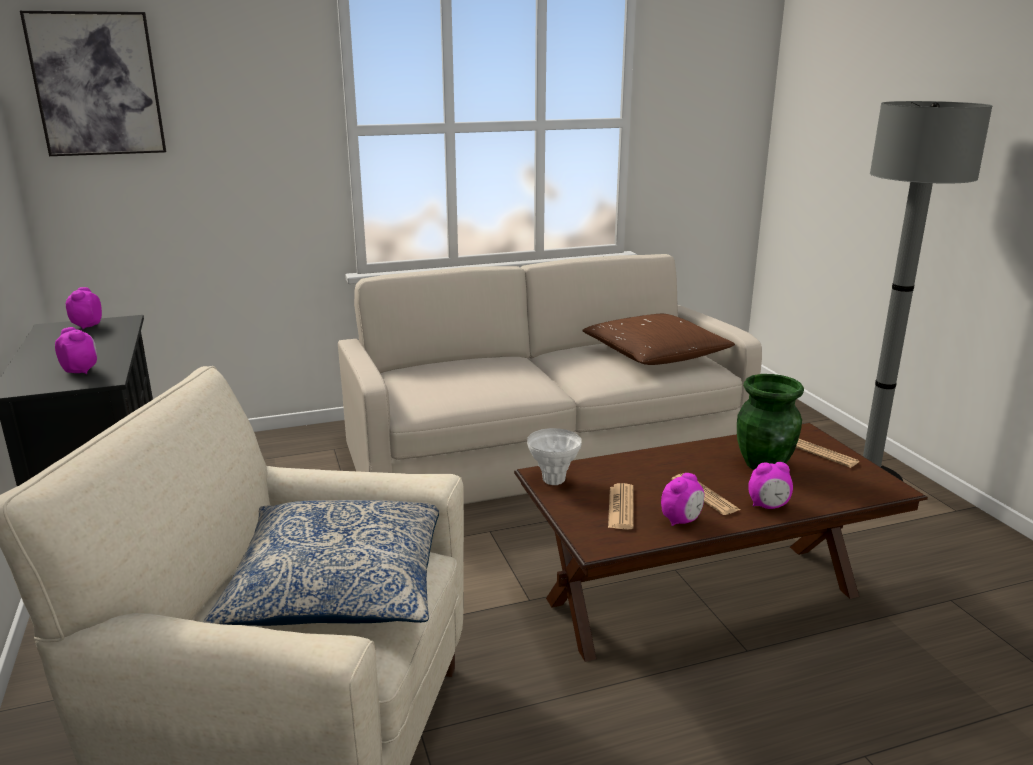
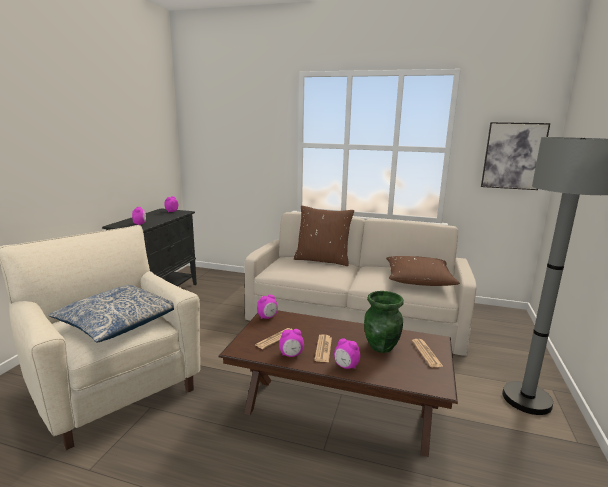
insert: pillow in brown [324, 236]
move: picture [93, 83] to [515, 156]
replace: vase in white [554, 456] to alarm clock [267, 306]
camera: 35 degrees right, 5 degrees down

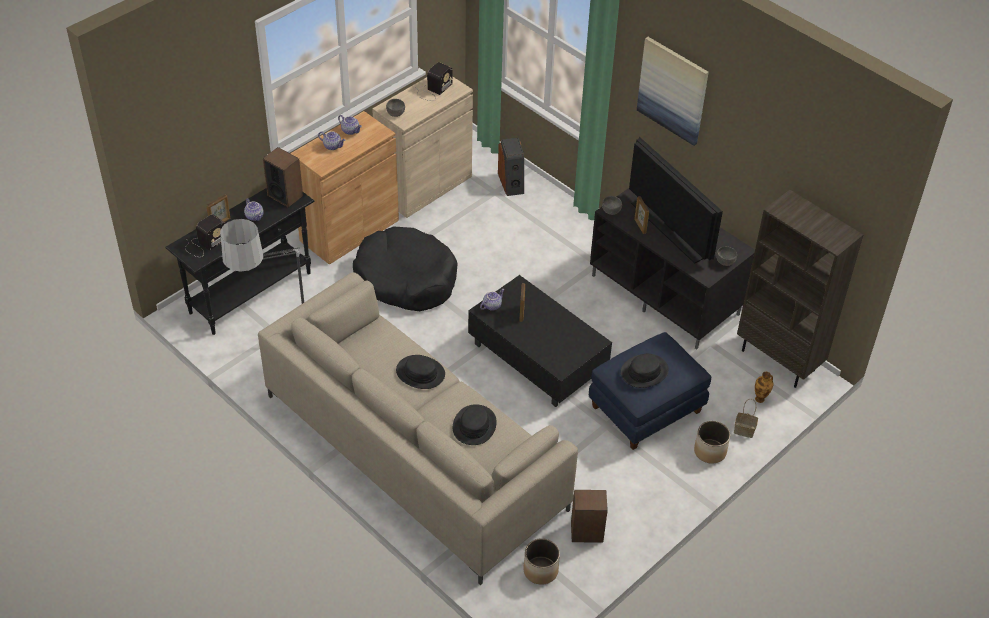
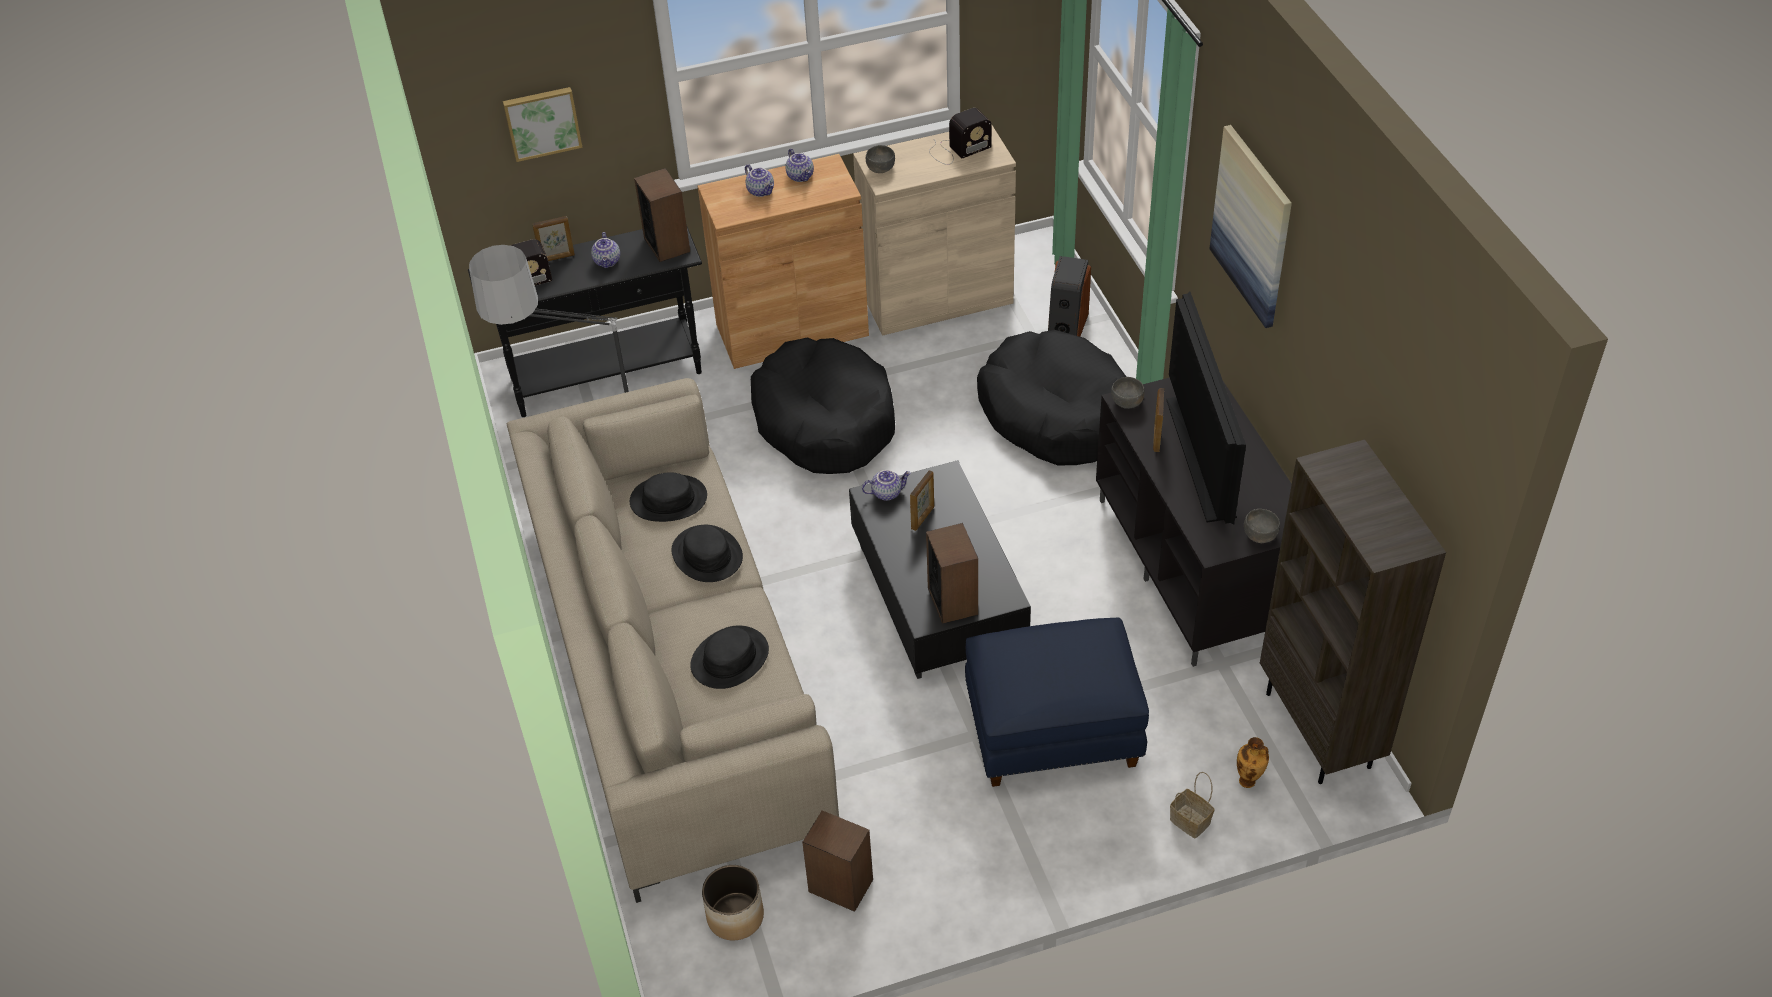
delete: planter [712, 442]
insert: picture [542, 124]; speaker [952, 573]; dog bed in black [1051, 397]
move: hat in black [645, 371] to [668, 497]
camera: 30 degrees right, 0 degrees up

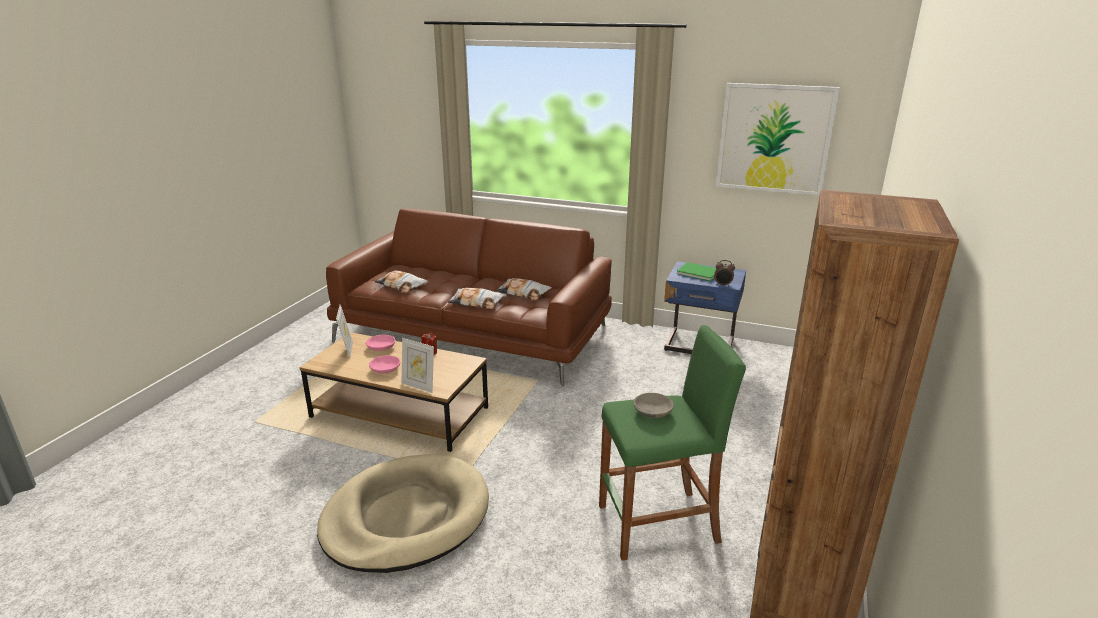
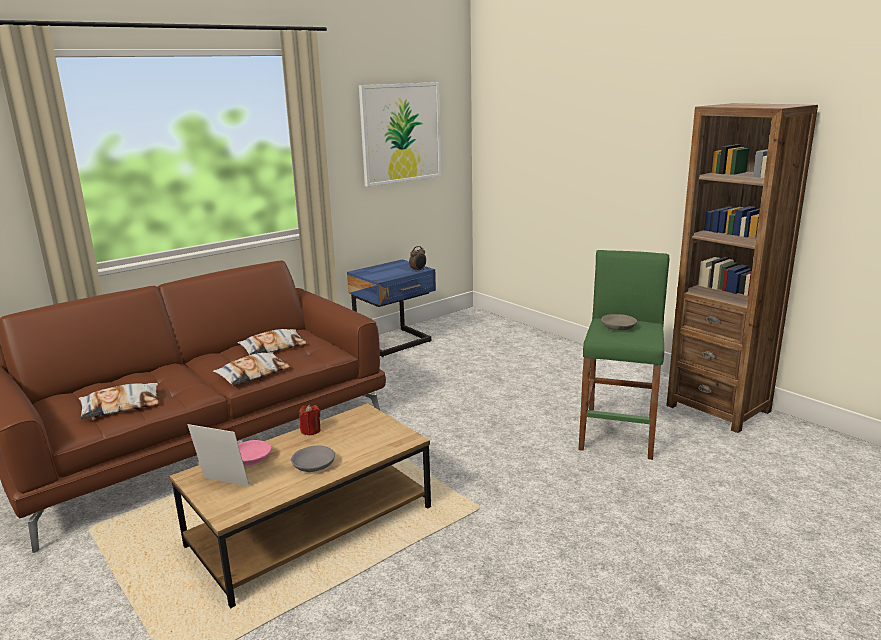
delete: dog bed in beige [403, 513]; picture frame [418, 365]; book in green [696, 271]
recolor: bowl in pink [385, 364] to bowl in grey [313, 459]
camera: 60 degrees left, 5 degrees down

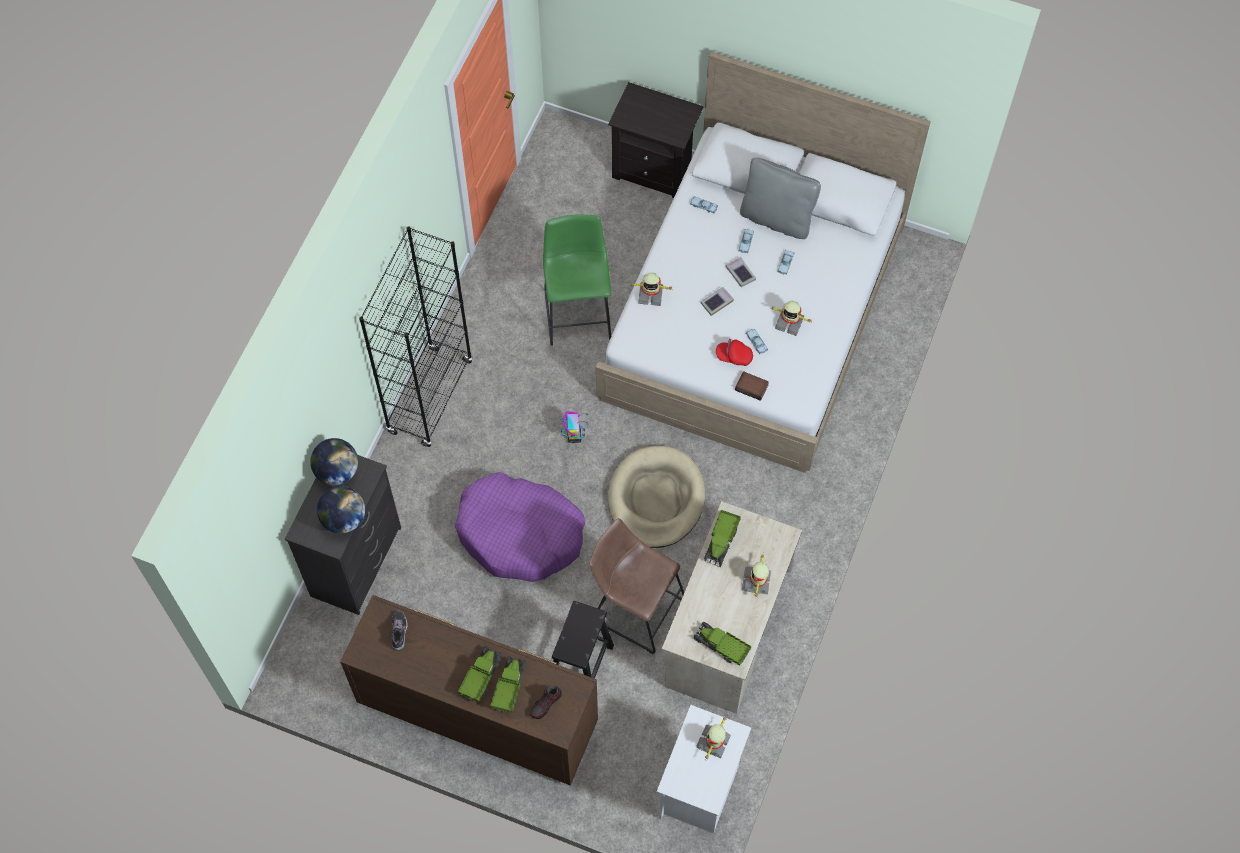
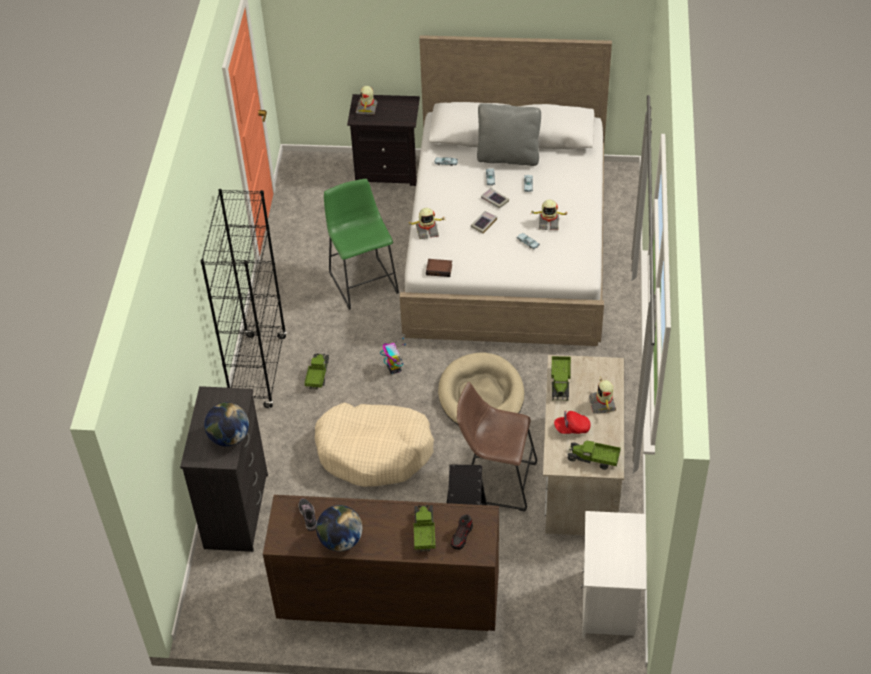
move: globe [334, 461] to [339, 528]; toy truck [480, 674] to [316, 371]; toy robot [713, 737] to [367, 100]; cap in red [734, 352] to [572, 422]; book [752, 386] to [439, 268]
recolor: dog bed in purple [520, 527] to dog bed in beige [374, 445]
camera: 15 degrees left, 15 degrees down

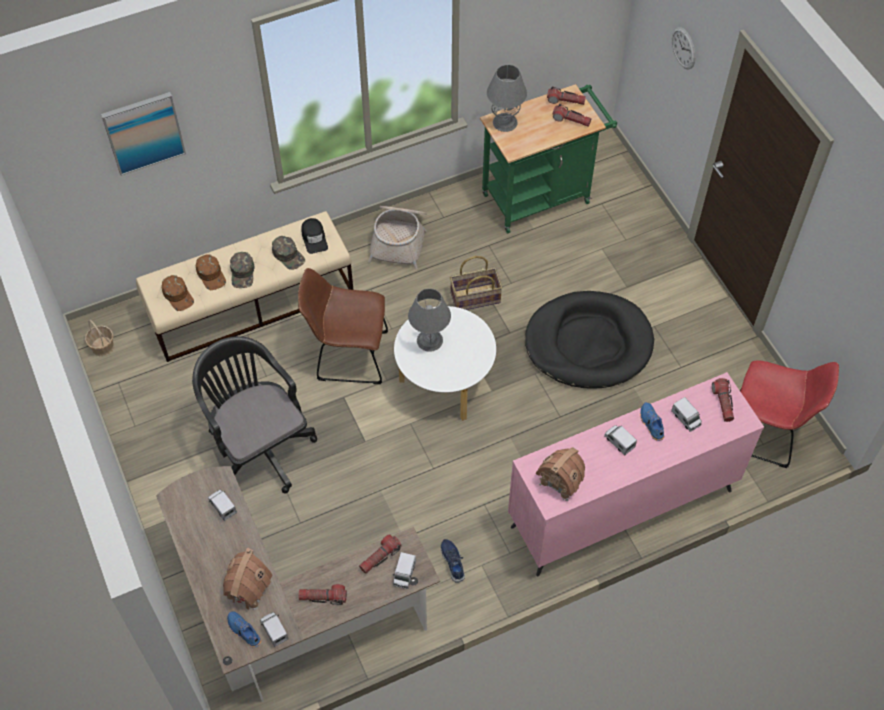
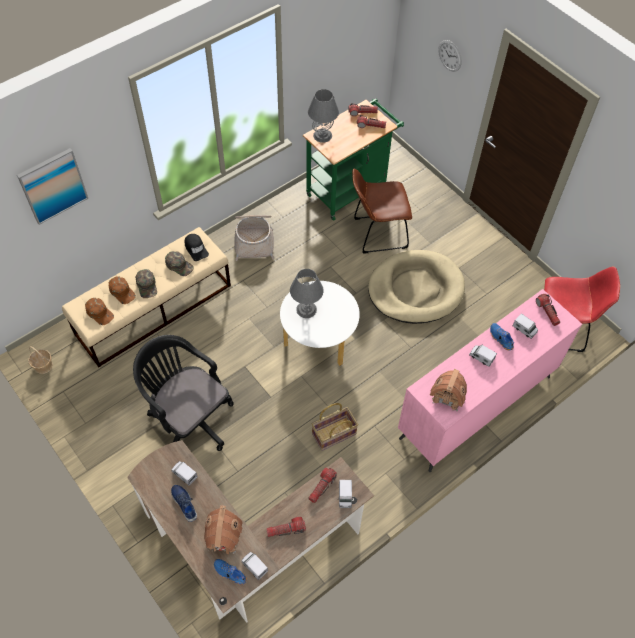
move: chair in brown [343, 326] to [382, 211]; shoe in blue [453, 561] to [184, 503]; basket [476, 283] to [335, 427]
recolor: dog bed in black [589, 340] to dog bed in beige [416, 287]
camera: 15 degrees left, 0 degrees up

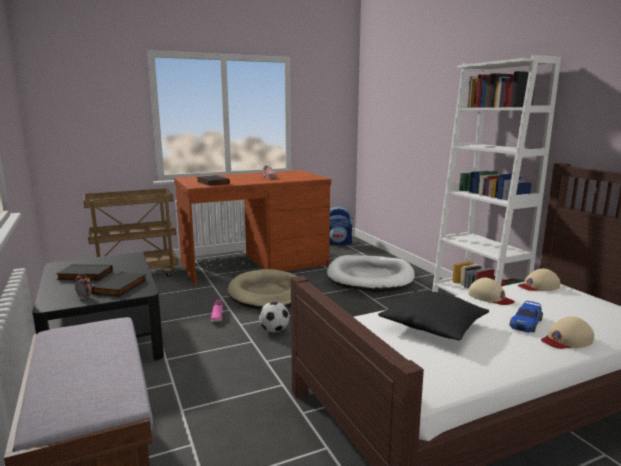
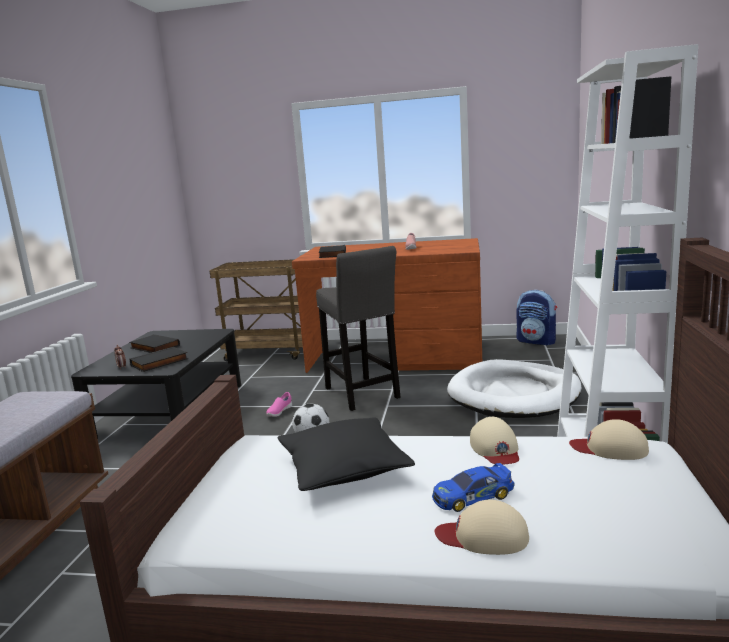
replace: dog bed in beige [262, 289] to stool in grey [358, 328]
camera: 35 degrees right, 0 degrees up

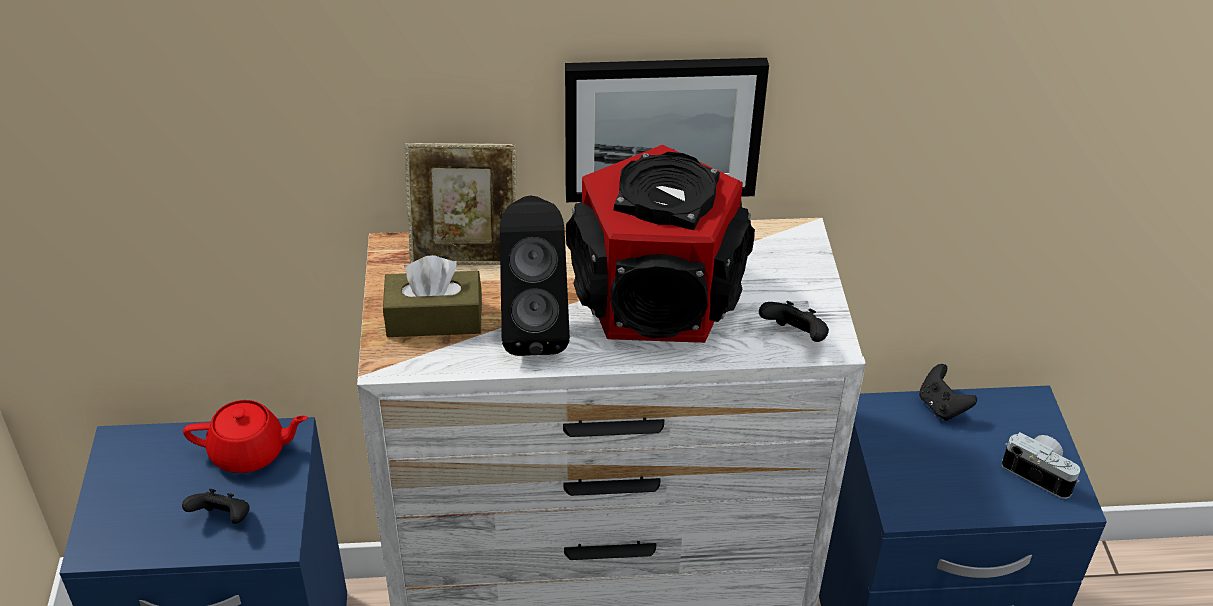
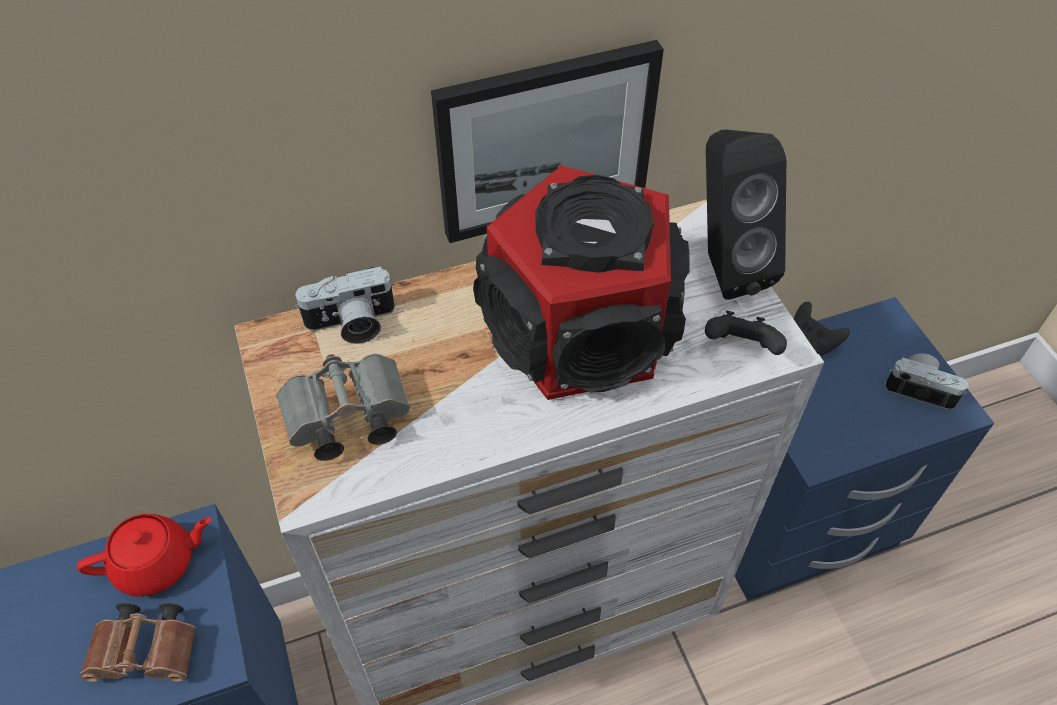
move: speaker in black [535, 275] to [746, 215]
replace: game controller in black [216, 506] to binoculars in brown [138, 642]; tissue box in brown [432, 296] to binoculars in grey [343, 407]; picture frame [460, 204] to photo camera [345, 305]
camera: 15 degrees left, 10 degrees up

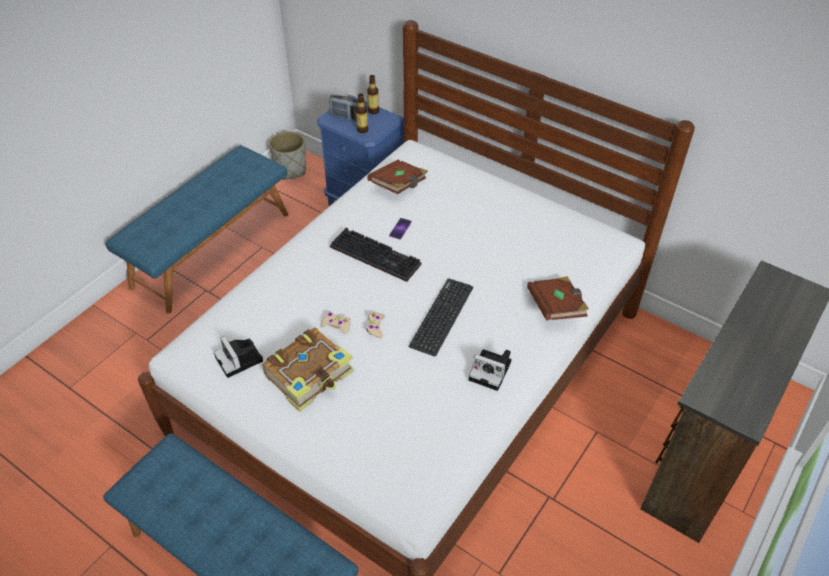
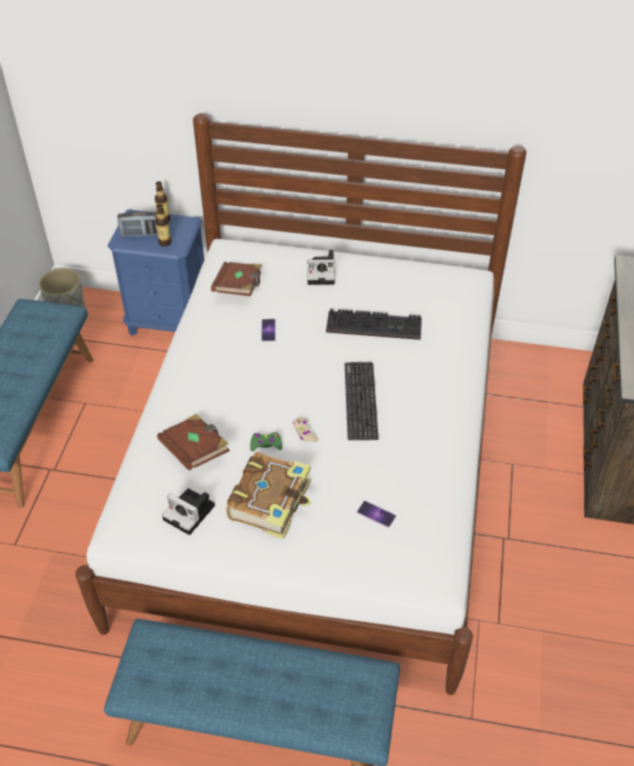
insert: phone [376, 514]
move: keyboard [376, 255] to [374, 324]; photo camera [490, 370] to [321, 267]; book in brown [558, 298] to [193, 442]
recolor: game controller in beige [335, 323] to game controller in green [266, 441]
camera: 25 degrees left, 0 degrees up

